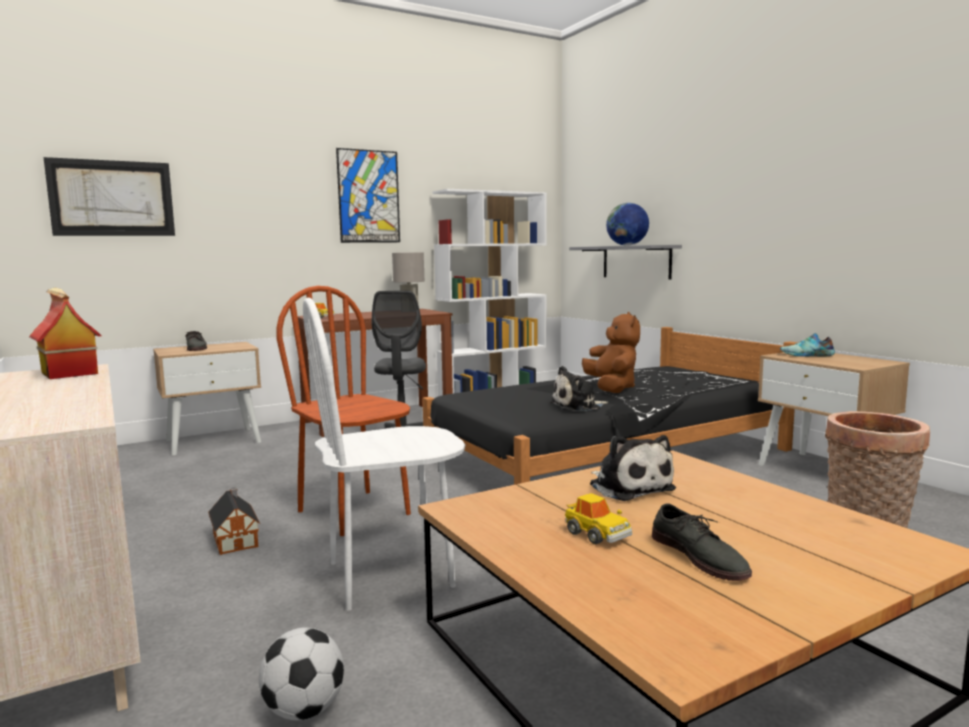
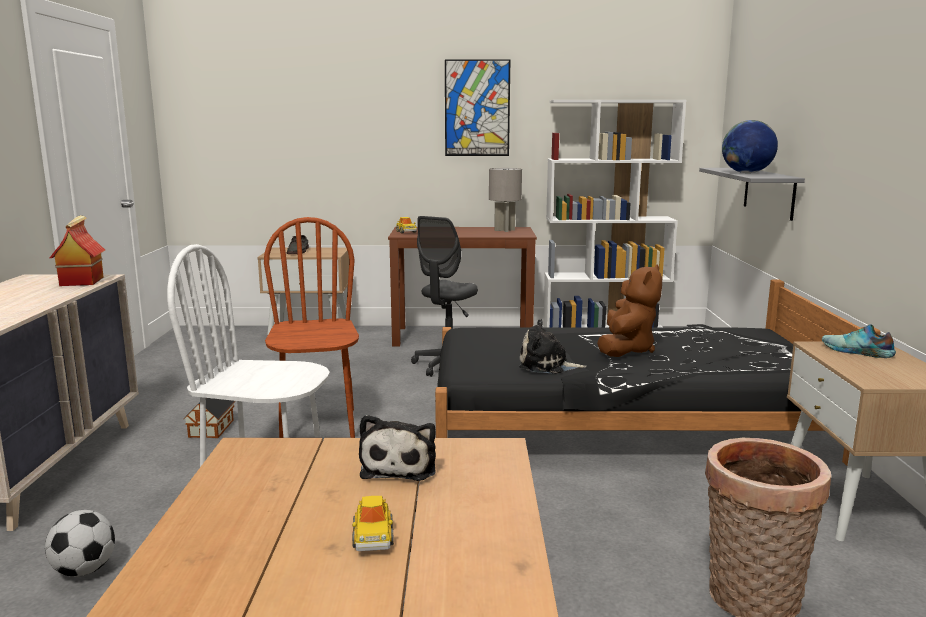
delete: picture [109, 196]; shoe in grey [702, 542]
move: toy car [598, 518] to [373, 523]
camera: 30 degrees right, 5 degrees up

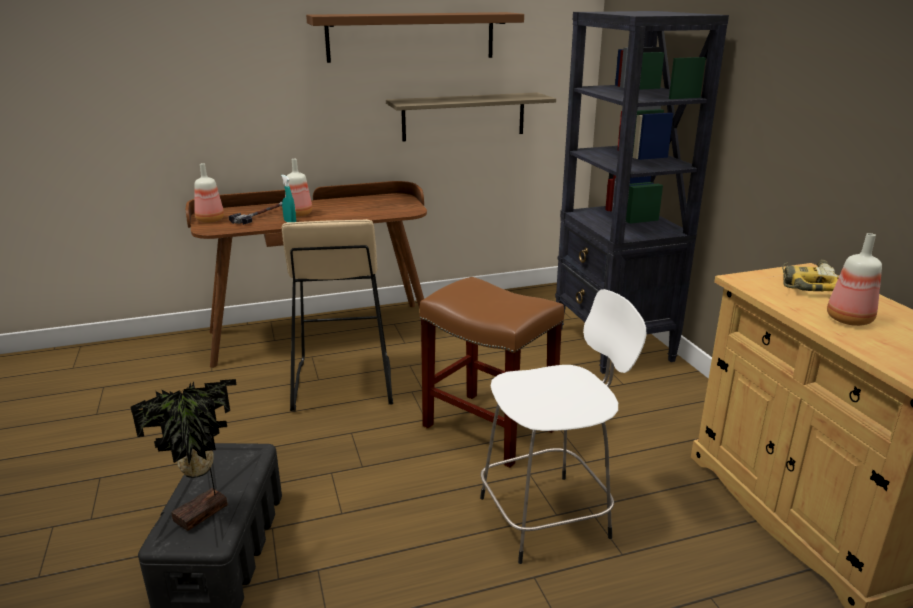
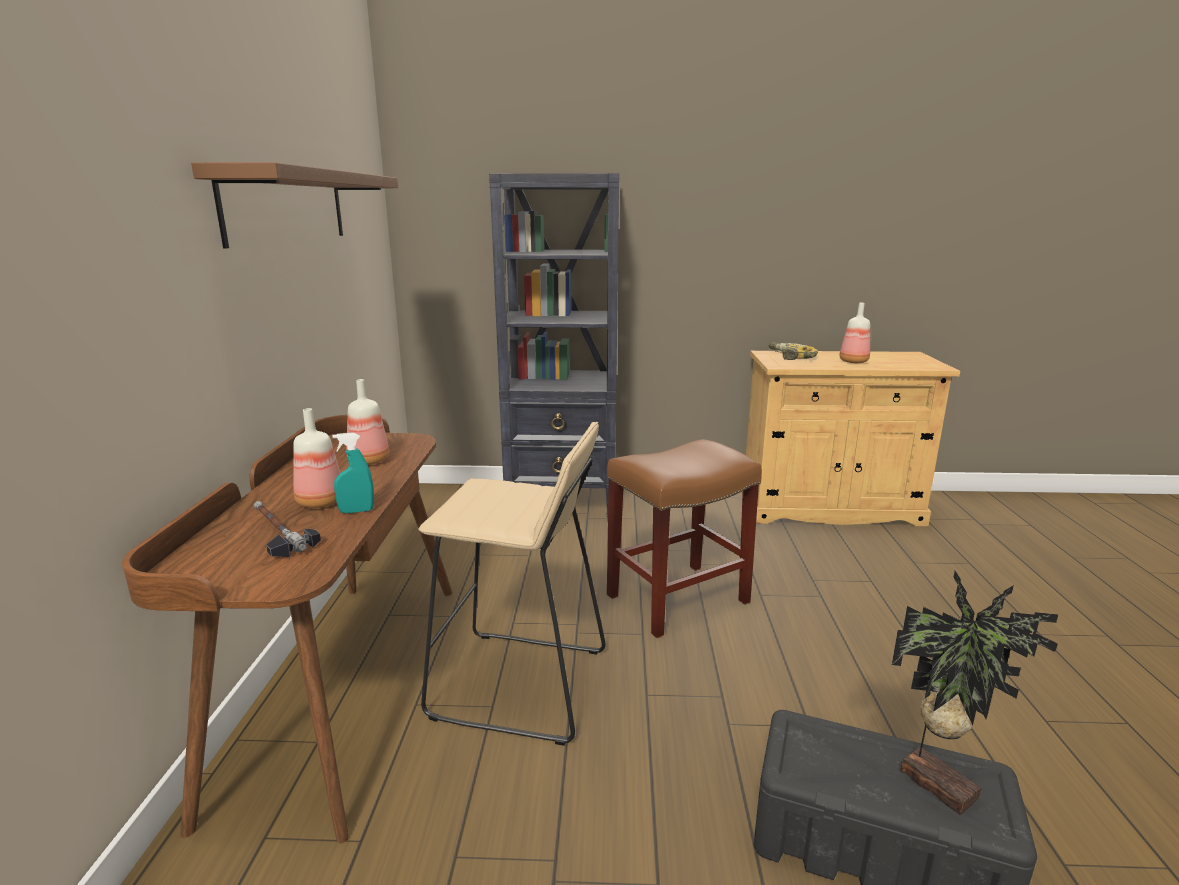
delete: shelf [471, 116]; stool in white [563, 426]
move: bottle [209, 193] to [367, 422]
camera: 70 degrees left, 5 degrees down

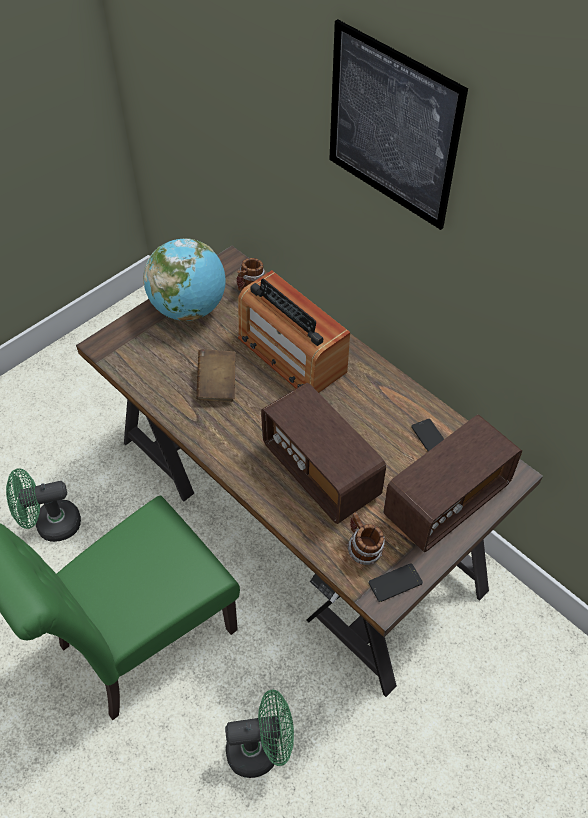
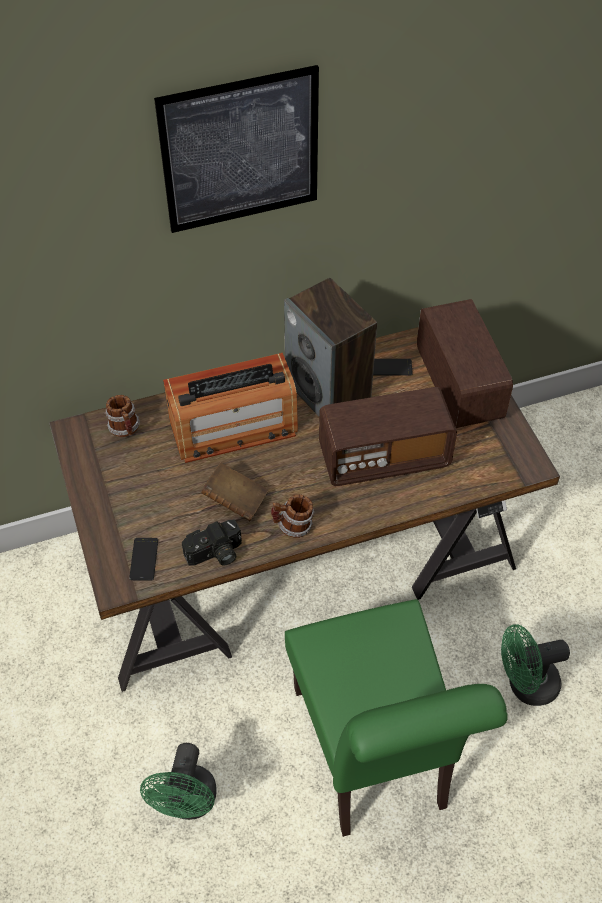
delete: globe [184, 279]
insert: photo camera [212, 543]; speaker [330, 347]
move: mug [366, 538] to [293, 516]; phone [396, 582] to [143, 559]
rotate: fan in green [259, 734] = [535, 665] 120 degrees counterclockwise
camera: 65 degrees left, 0 degrees up

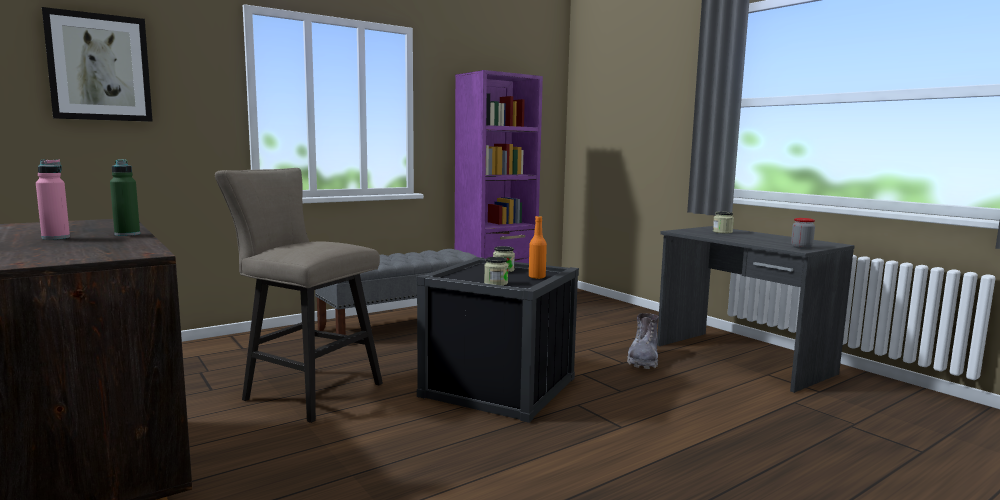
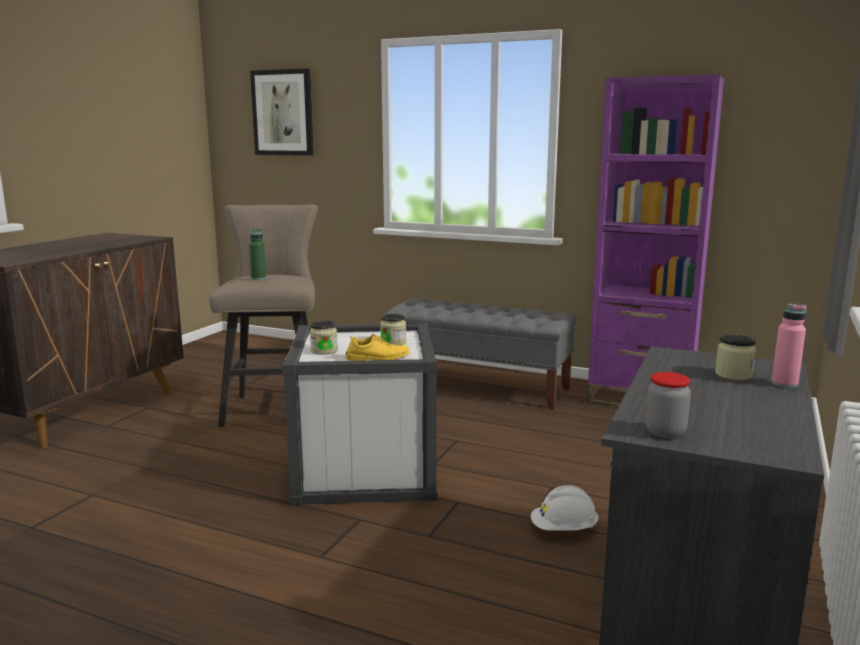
move: bottle in pink [53, 199] to [789, 346]; bottle in green [125, 197] to [257, 254]
replace: bottle in orange [538, 247] to shoe in yellow [377, 347]; boot in grey [643, 341] to hard hat in white [565, 508]
recolor: storage box in black [497, 340] to storage box in white [360, 414]
camera: 60 degrees right, 5 degrees up

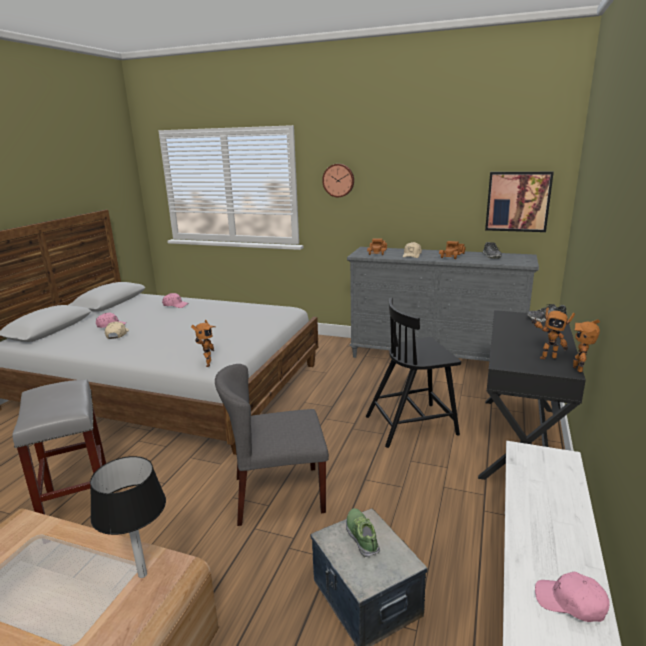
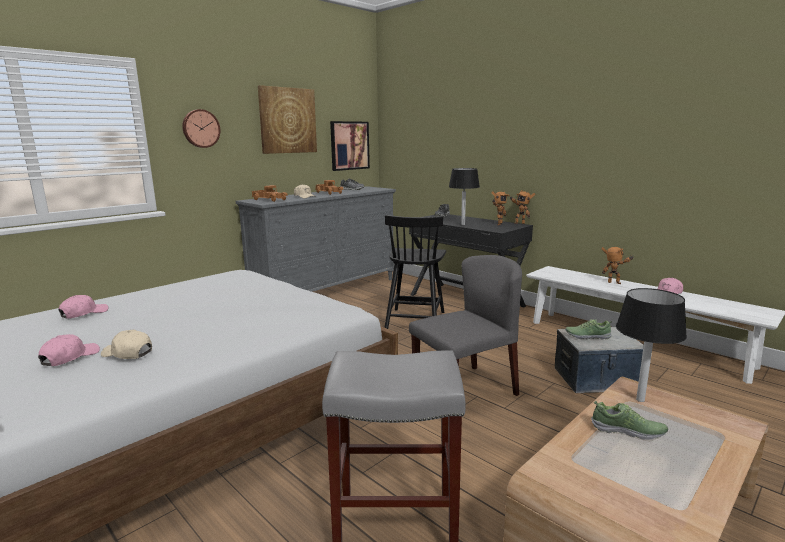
insert: picture [287, 119]; table lamp in black [464, 196]; shoe [629, 420]
move: toy robot [203, 343] to [617, 265]
rotate: chair in grey [272, 445] = [465, 325] 135 degrees counterclockwise
camera: 65 degrees left, 5 degrees down

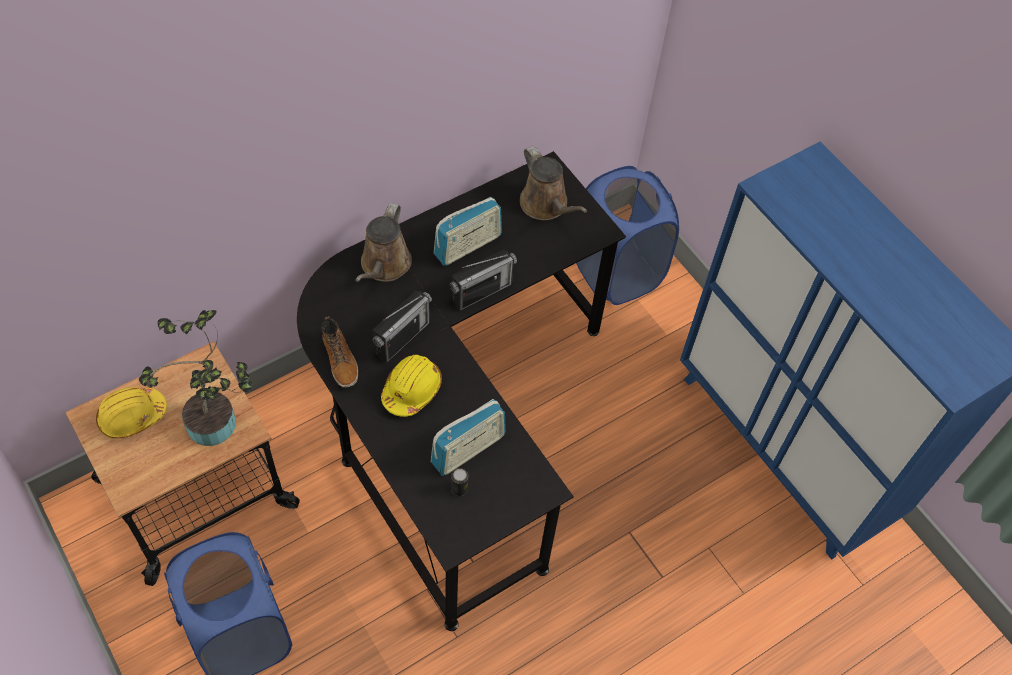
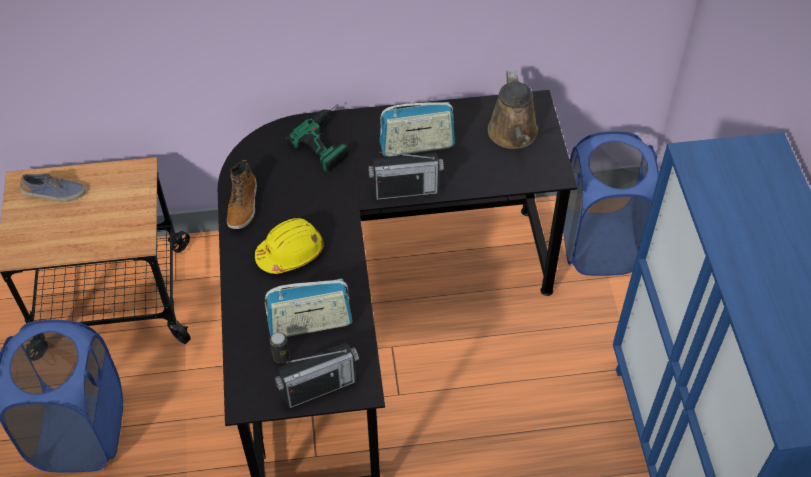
delete: potted plant [196, 378]
move: radio [402, 326] to [317, 375]
replace: hard hat in yellow [131, 413] to shoe [53, 187]; watering can in brown [383, 242] to power drill [317, 138]
camera: 30 degrees right, 5 degrees down

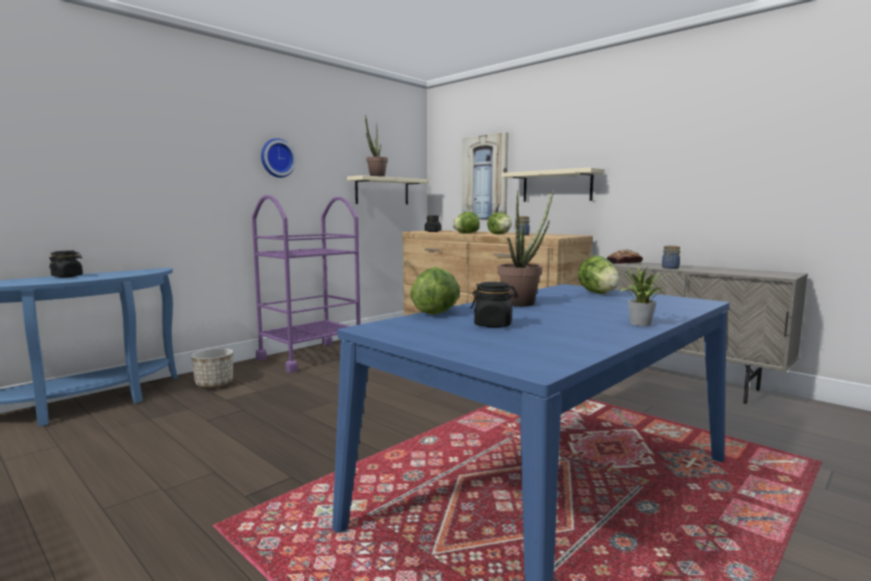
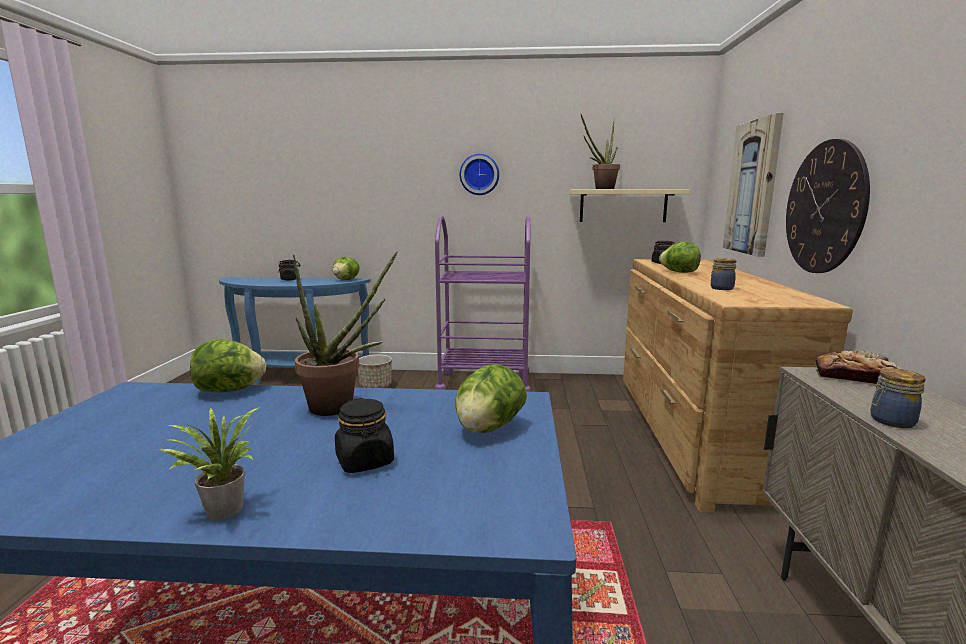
move: jar in black [494, 305] to [364, 435]; lettuce [499, 223] to [346, 268]
replace: shelf in beige [552, 184] to wall clock [828, 206]
camera: 50 degrees right, 5 degrees up

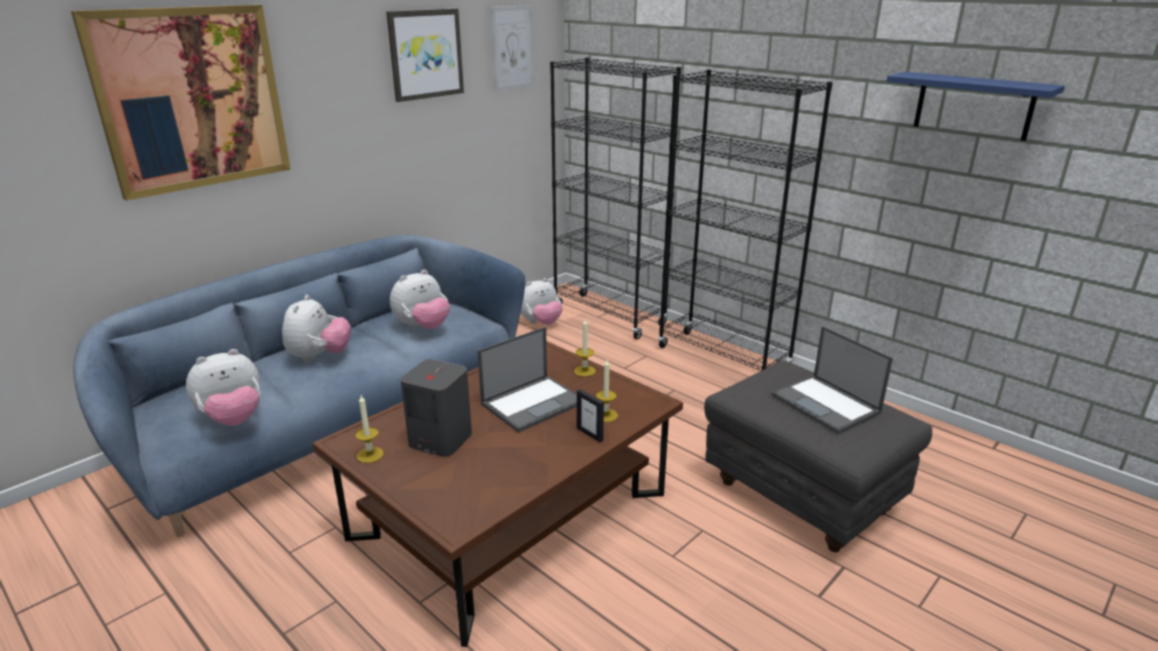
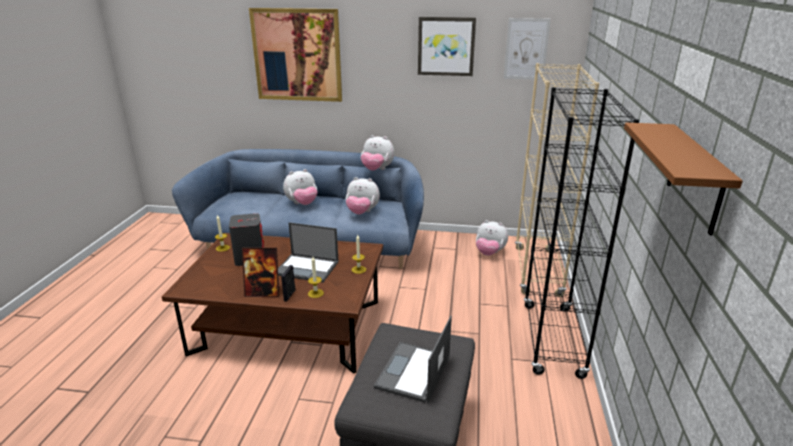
insert: picture frame [261, 272]
move: plush toy [223, 387] to [377, 153]
recolor: bookcase in black [615, 198] to bookcase in beige [557, 179]; shelf in blue [975, 106] to shelf in brown [683, 179]
camera: 55 degrees right, 0 degrees up

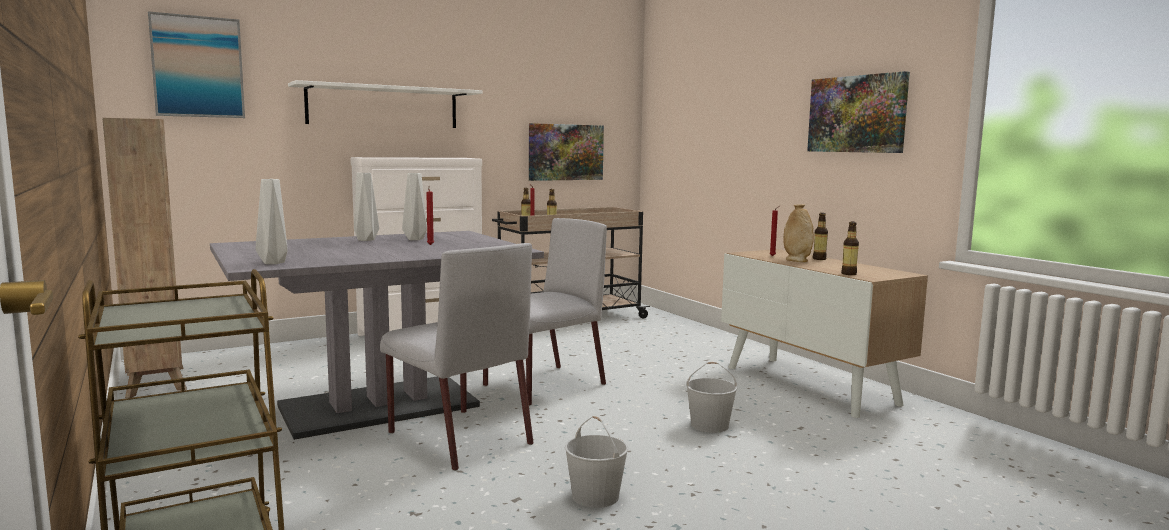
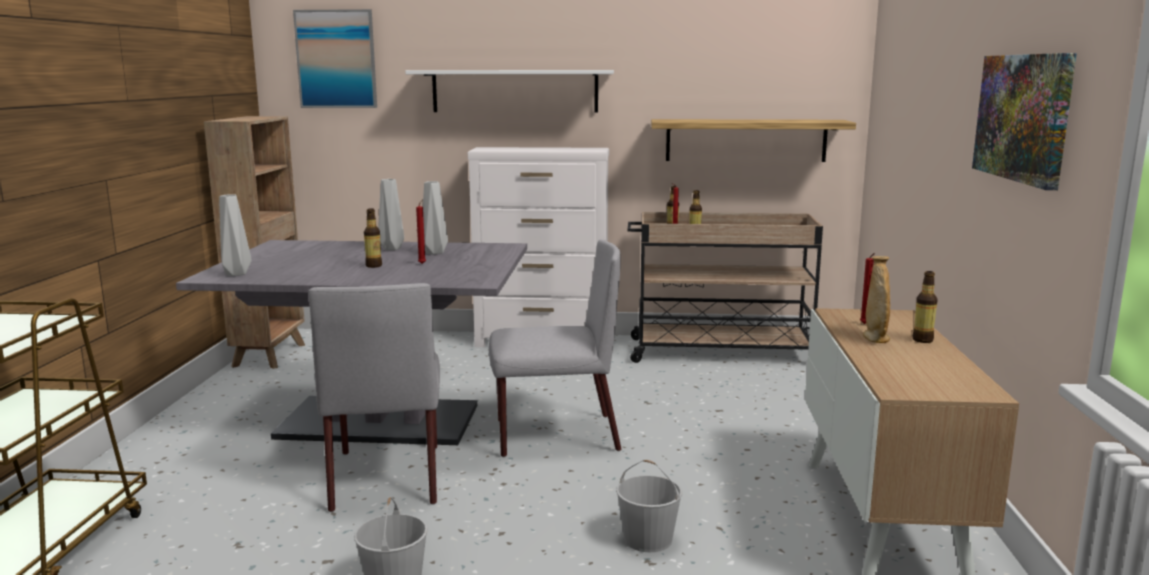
move: bottle [850, 248] to [373, 238]
replace: picture [566, 152] to shelf [753, 140]
camera: 35 degrees right, 5 degrees up

